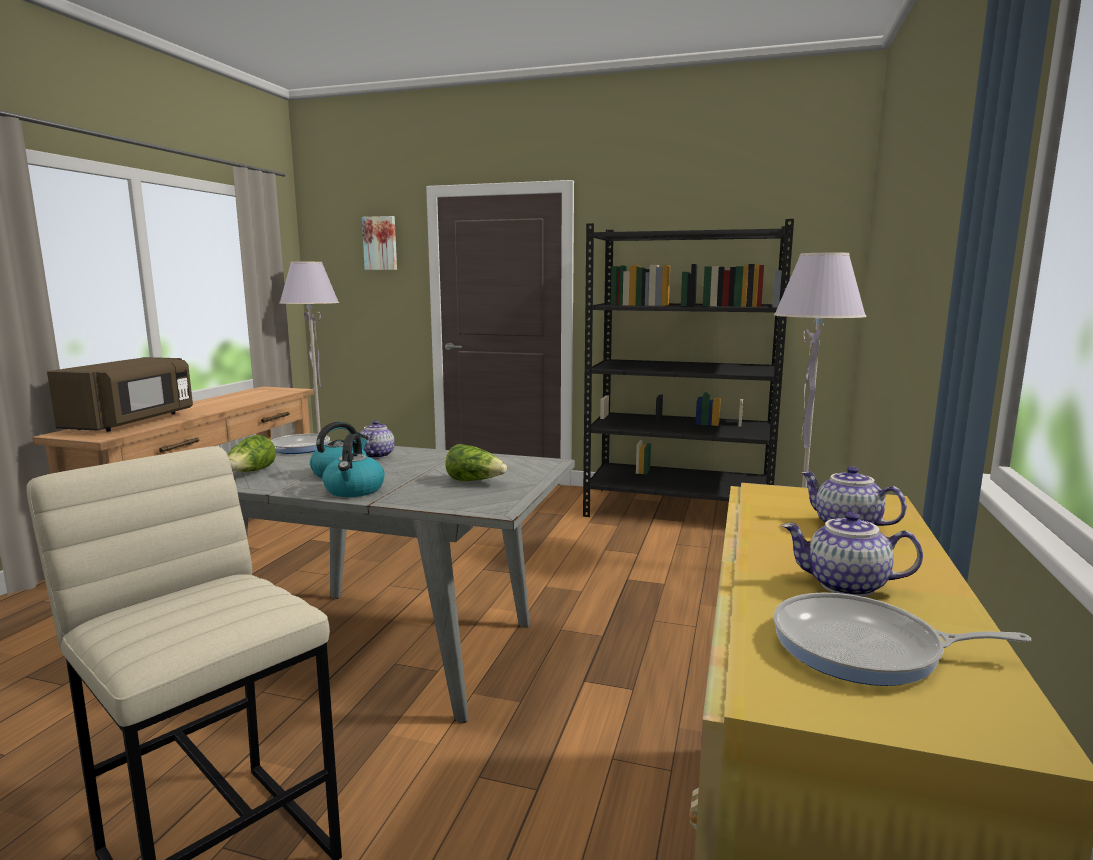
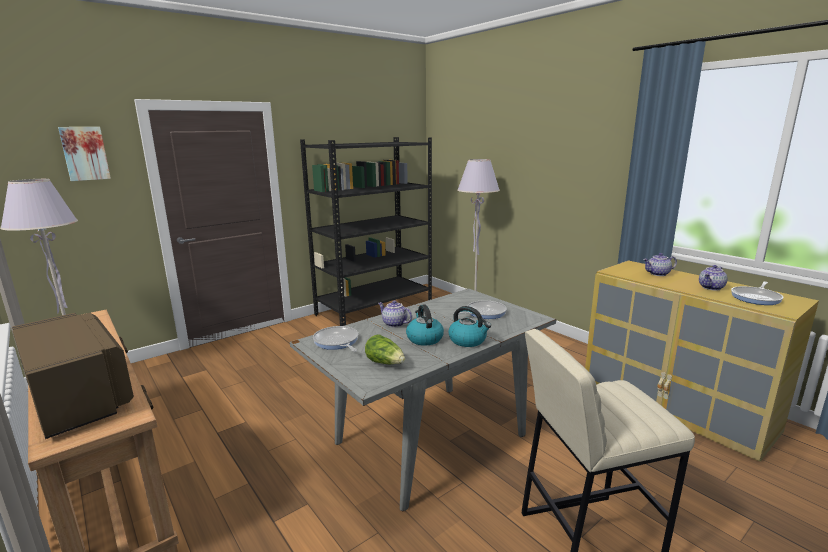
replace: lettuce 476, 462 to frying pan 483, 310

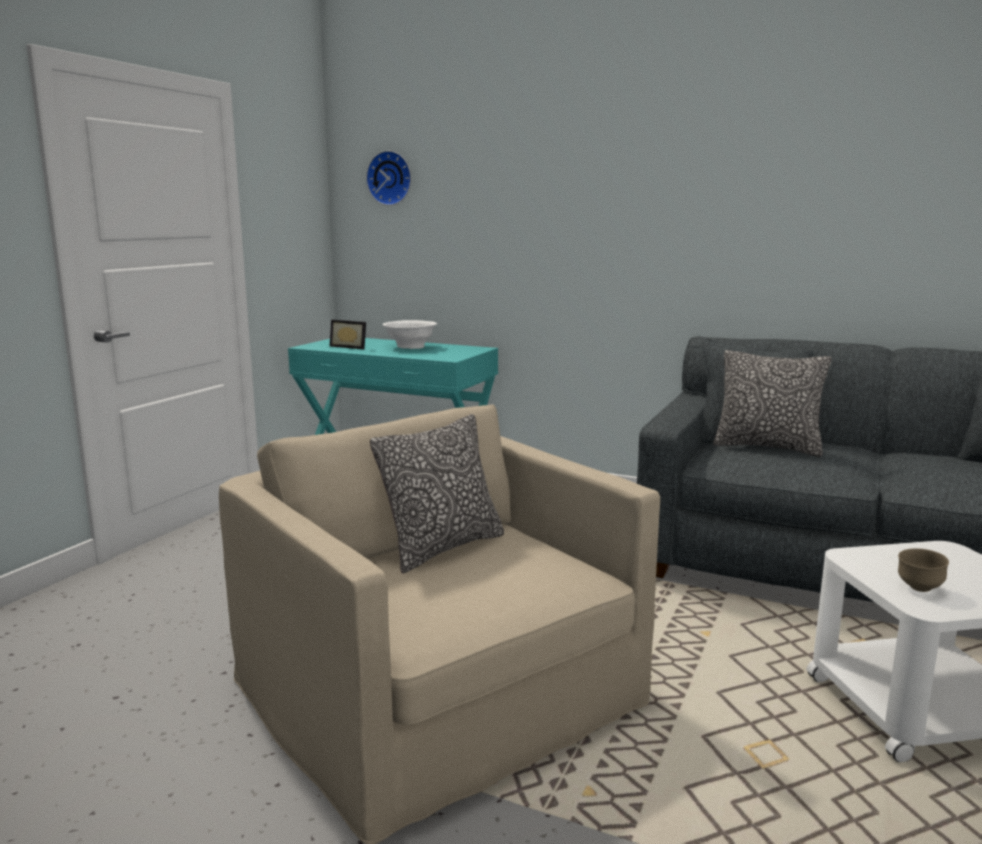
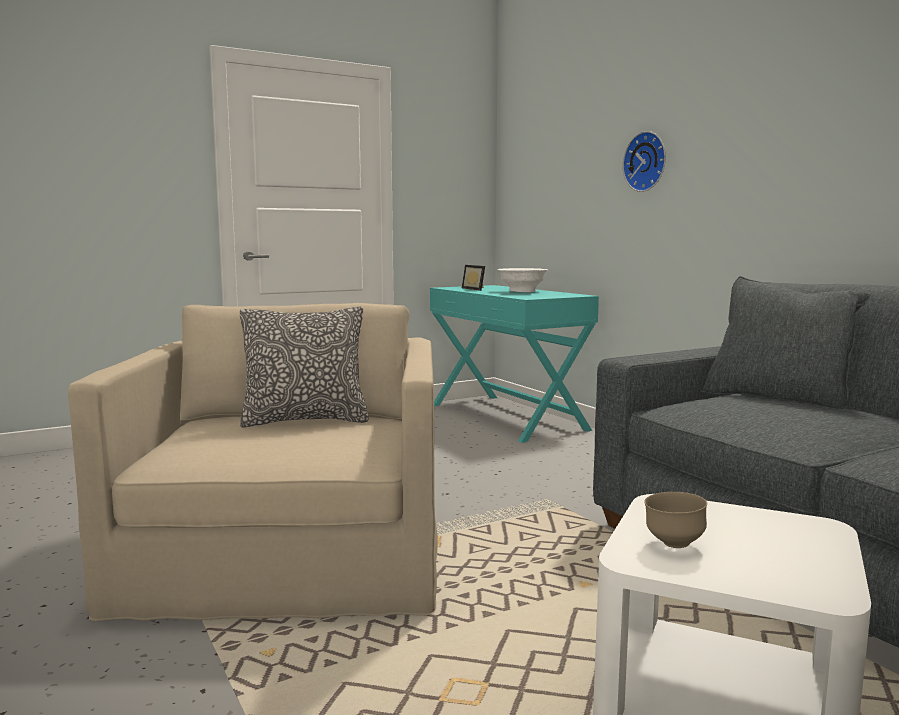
delete: pillow 772, 403
move: wall clock 388, 178 to 644, 161

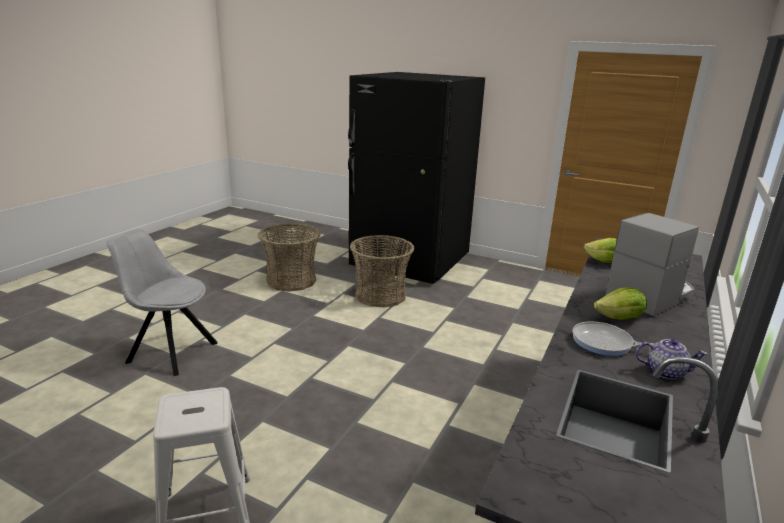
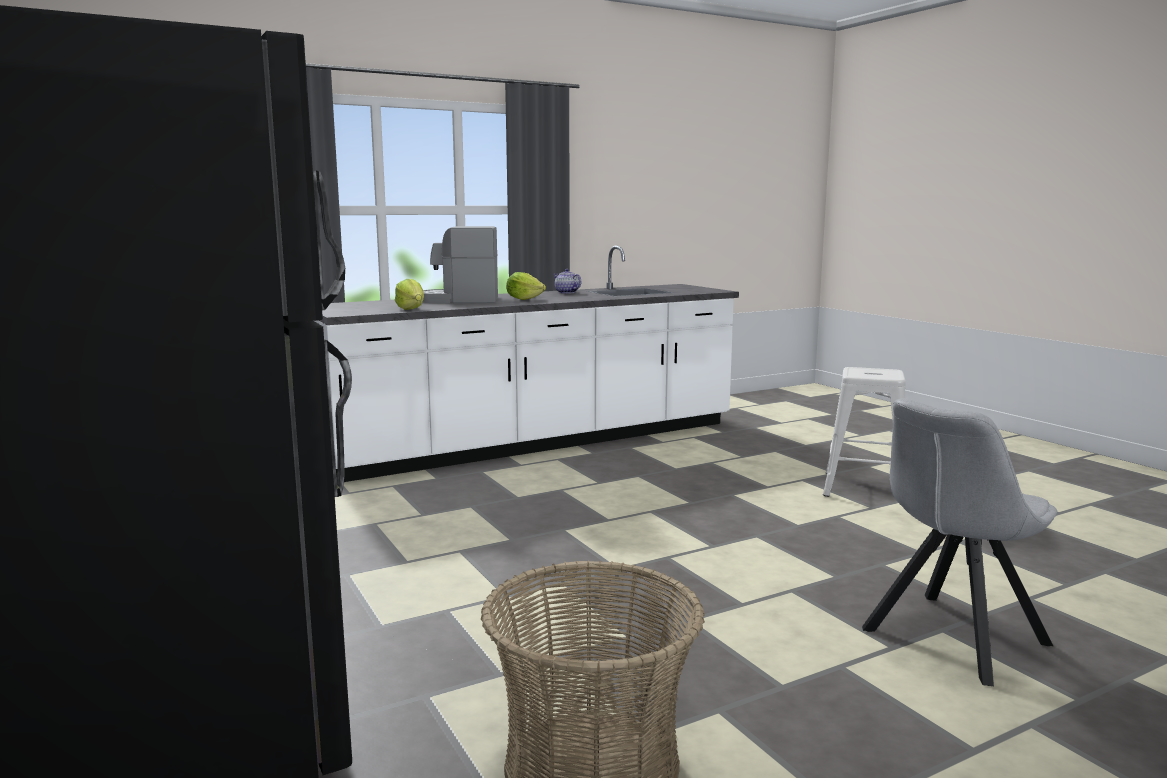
delete: basket 382, 271; frying pan 613, 338
rotate: grey chair 162, 302 = 959, 542 90 degrees clockwise

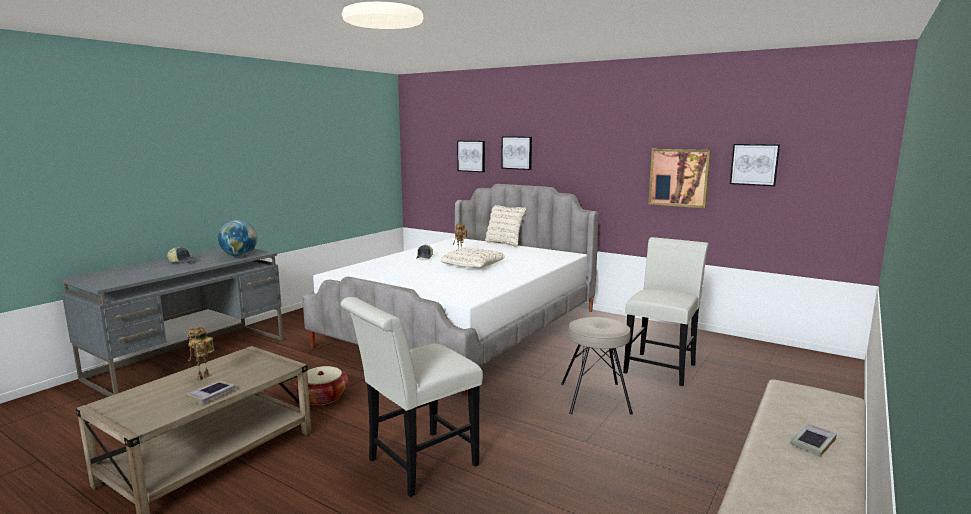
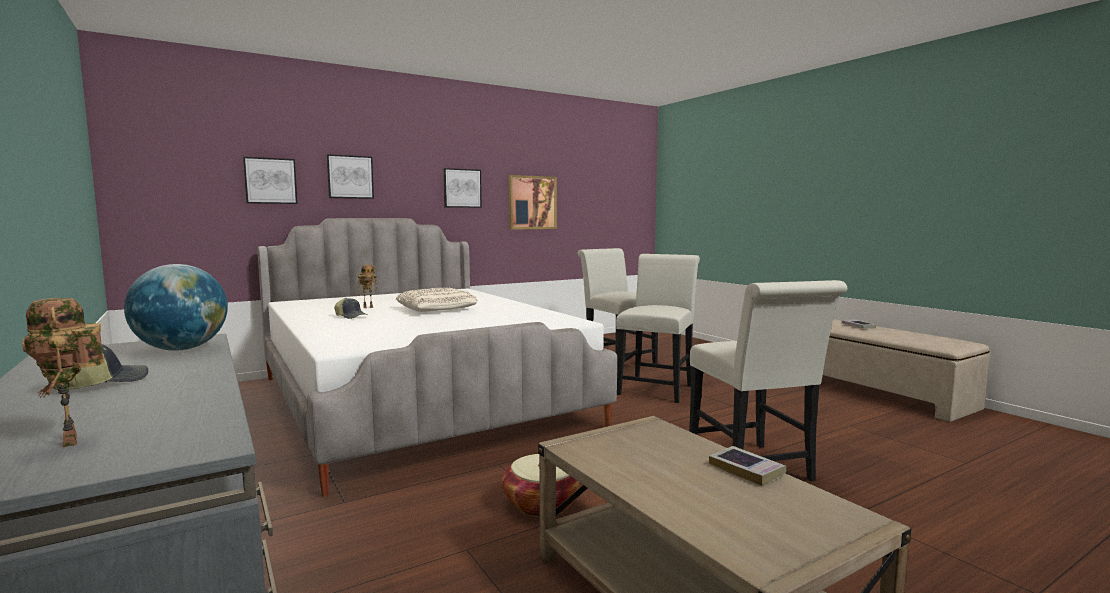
delete: beige pillow 505, 226
move: toy robot 200, 353 to 63, 372; picture 755, 165 to 462, 188
replace: beige stool 597, 366 to white chair 658, 328

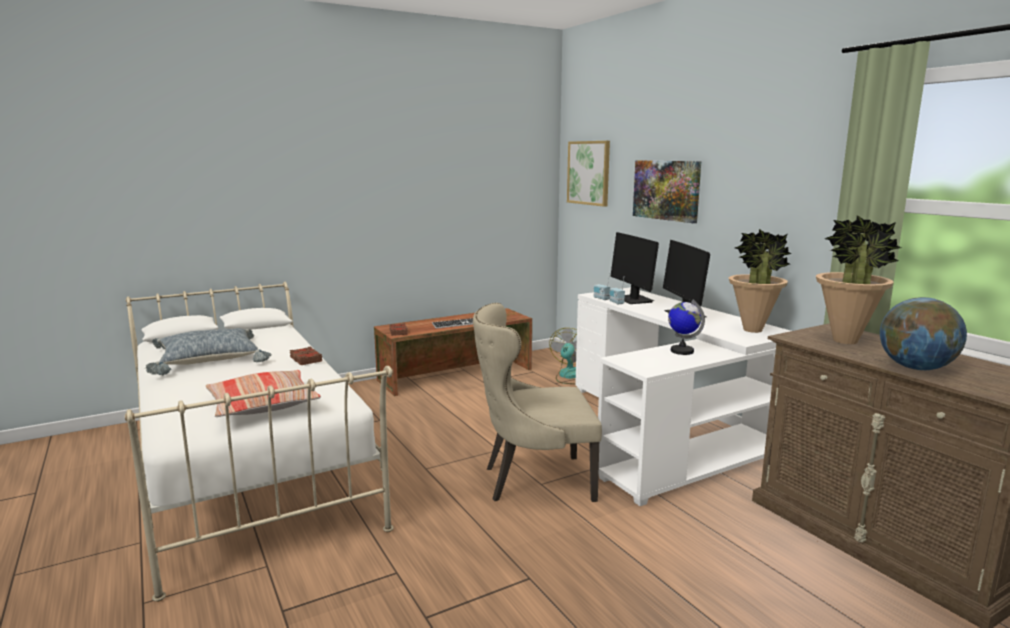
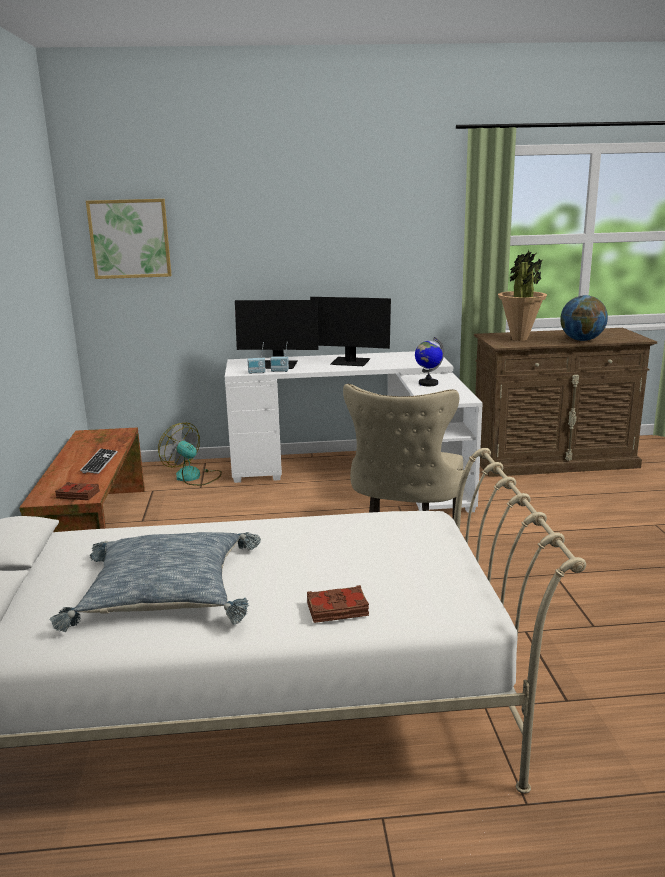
delete: pillow 263, 393; picture 667, 191; potted plant 760, 281
move: brown book 306, 355 to 338, 604

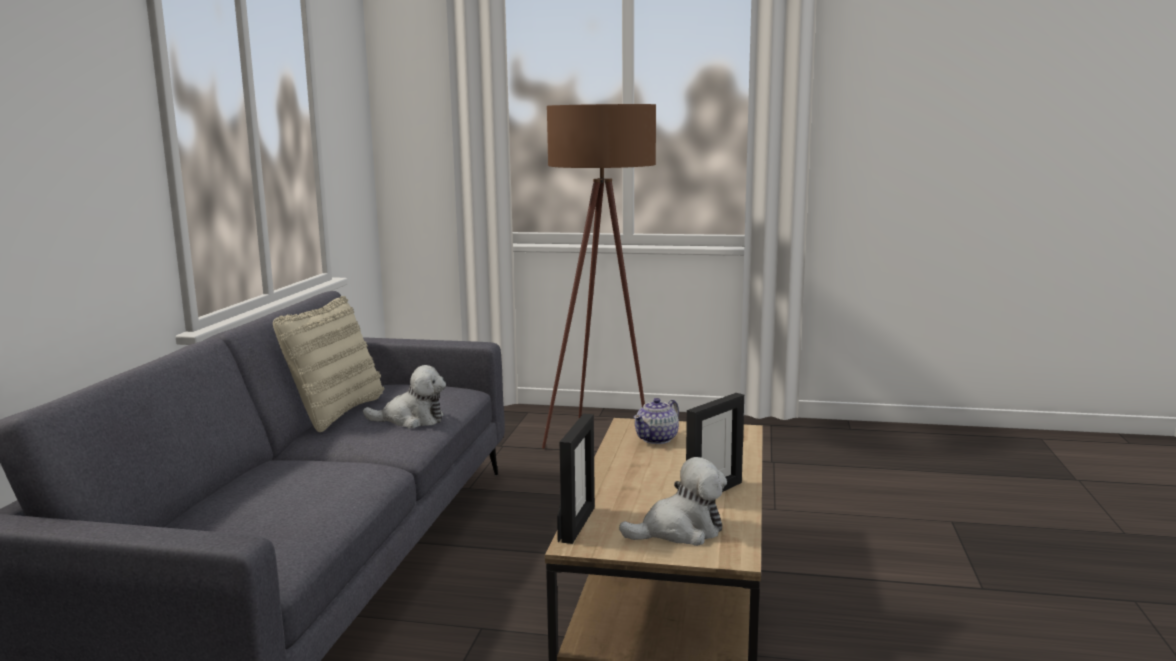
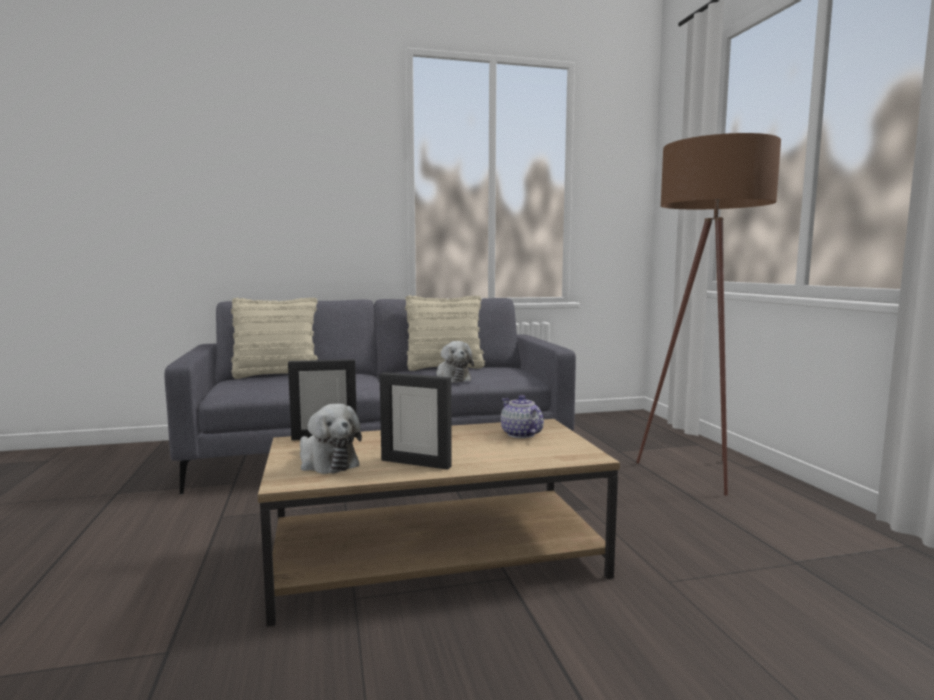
insert: beige pillow 274, 338
rotate: teapot 656, 421 = 522, 416 45 degrees clockwise

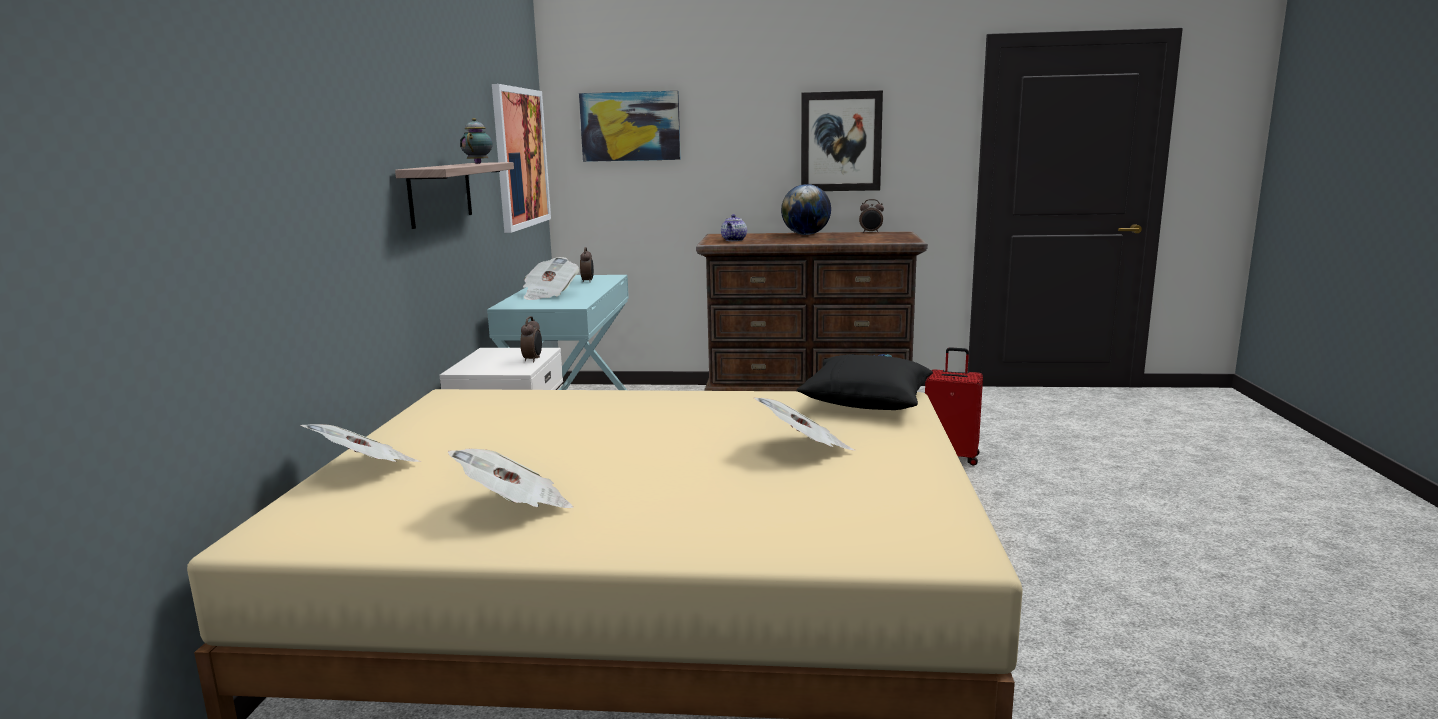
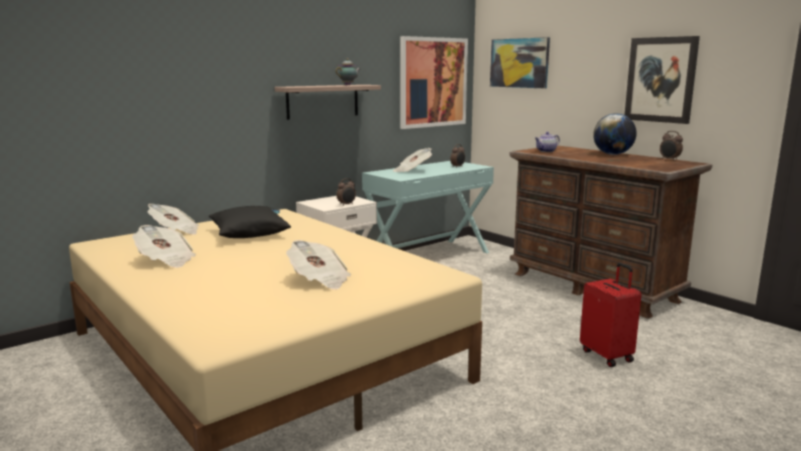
move: black pillow 865, 382 to 250, 222

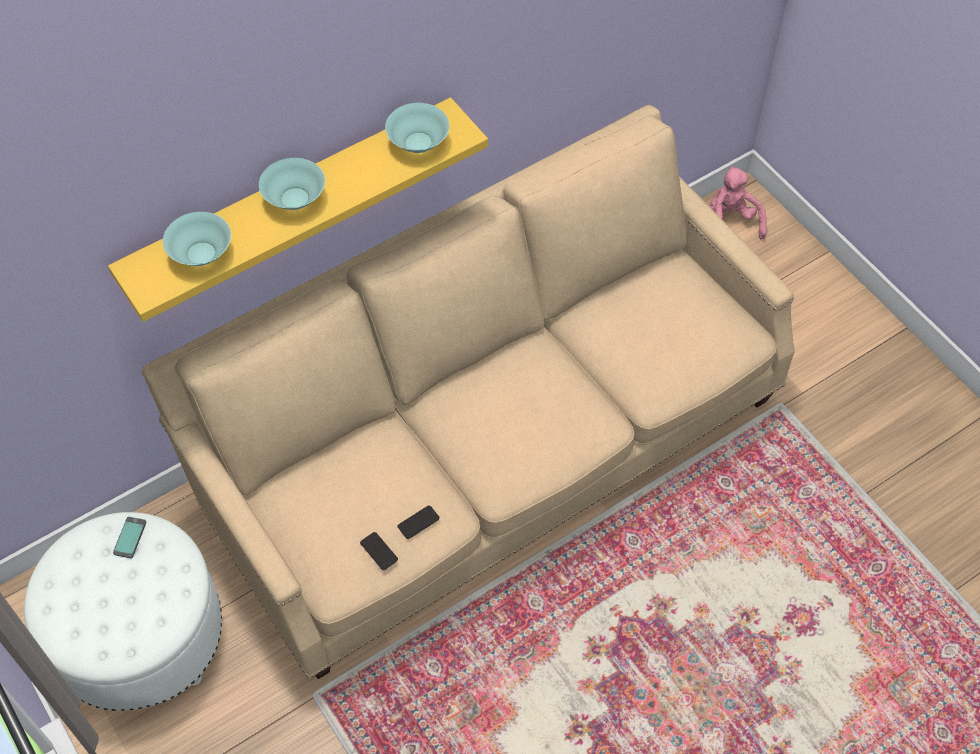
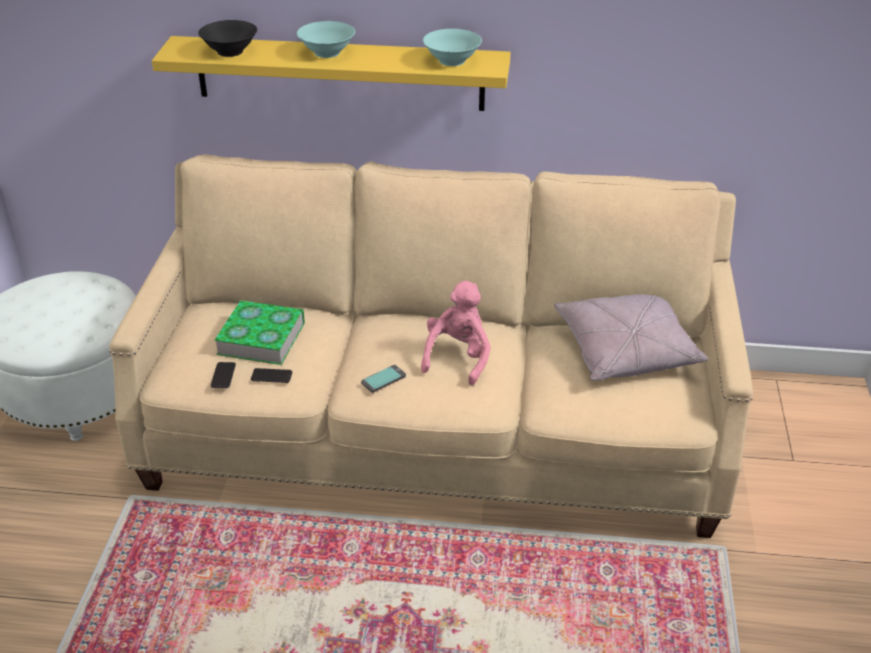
insert: book 259, 332; purple pillow 631, 337
move: phone 129, 537 to 383, 379; pink plush toy 737, 202 to 456, 333
recolor: turquoise bowl 197, 239 to black bowl 227, 38

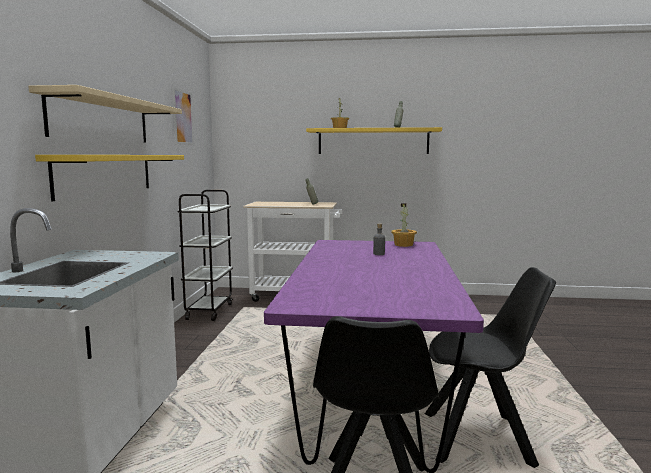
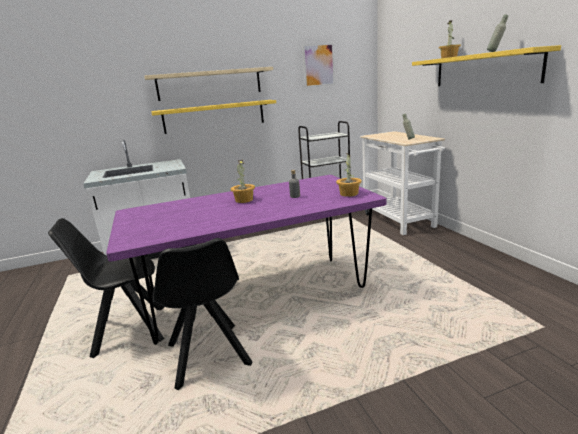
insert: potted plant 243, 181

